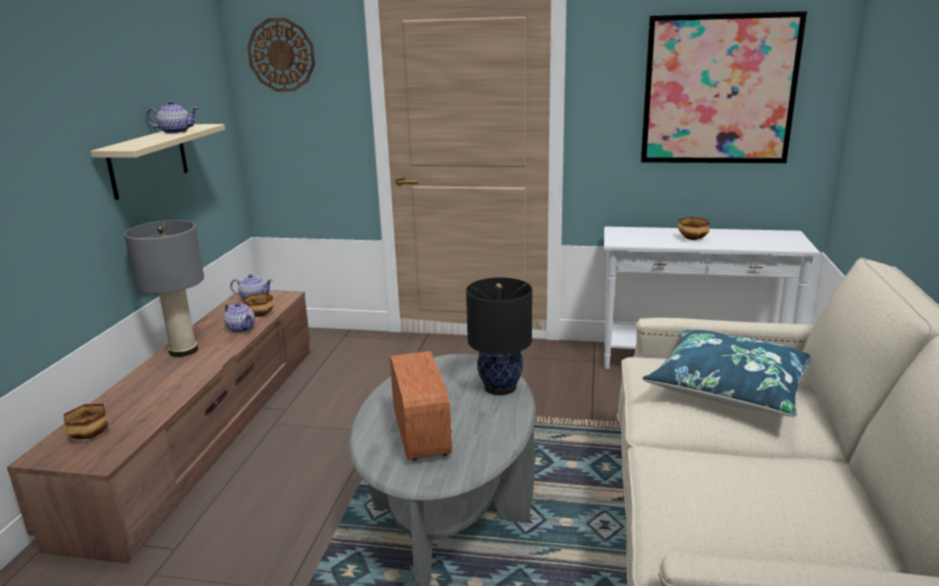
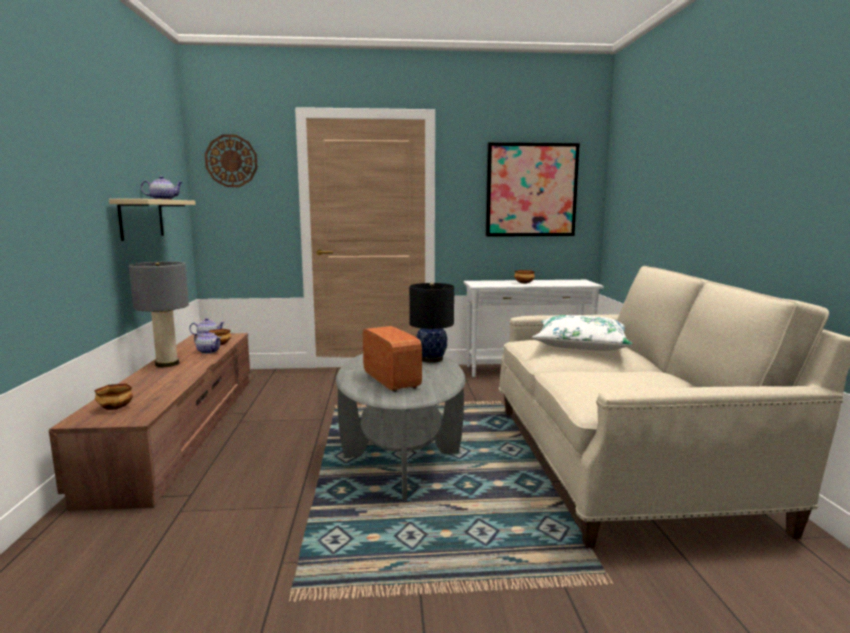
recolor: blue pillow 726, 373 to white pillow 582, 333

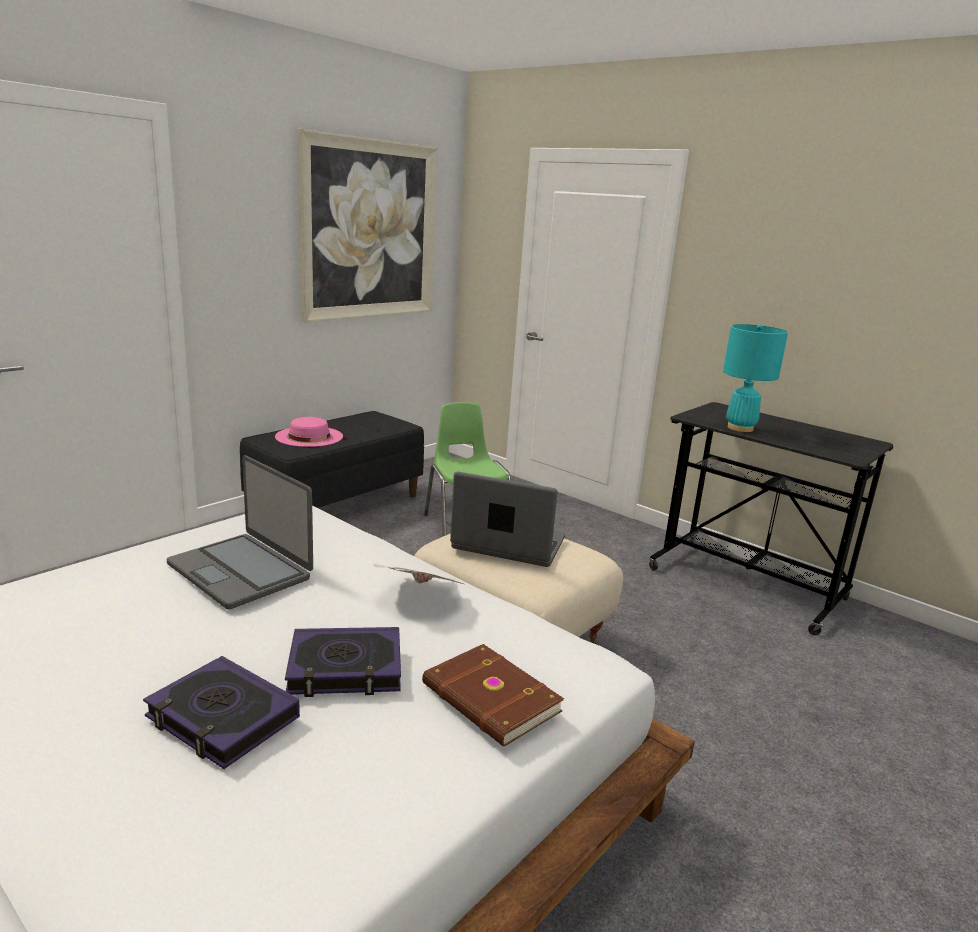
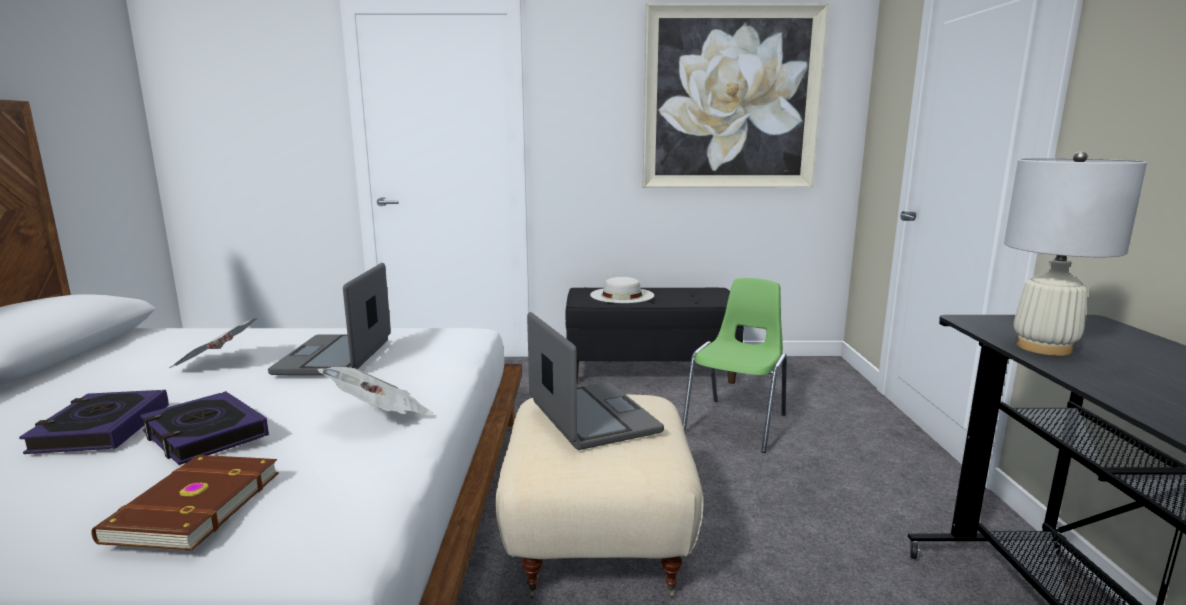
insert: newspaper 213, 343
recolor: pink hat 309, 432 to white hat 622, 290; turquoise table lamp 755, 378 to white table lamp 1075, 253

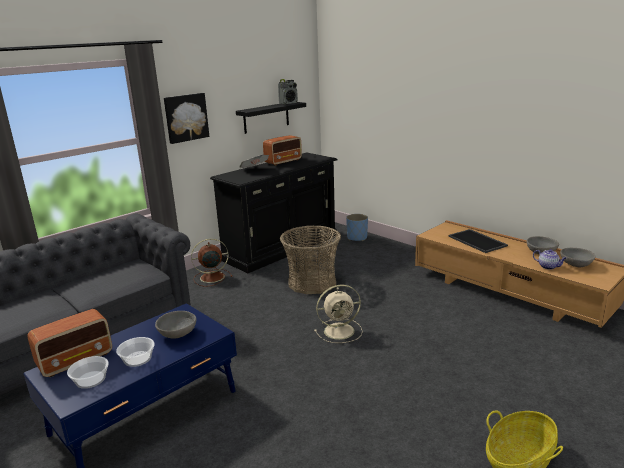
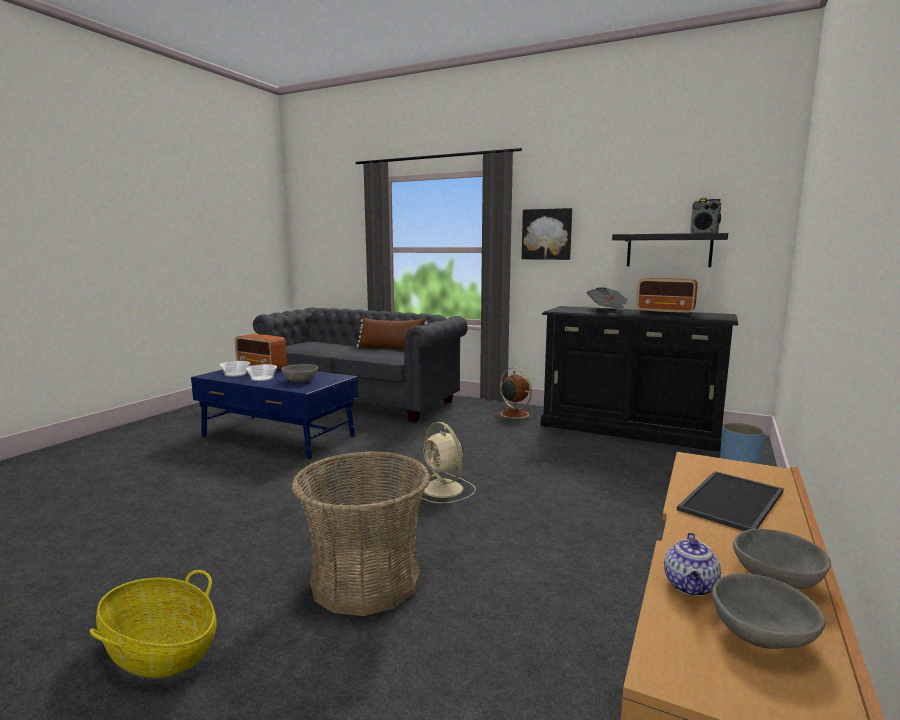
insert: brown pillow 392, 333
move: basket 310, 259 to 360, 533

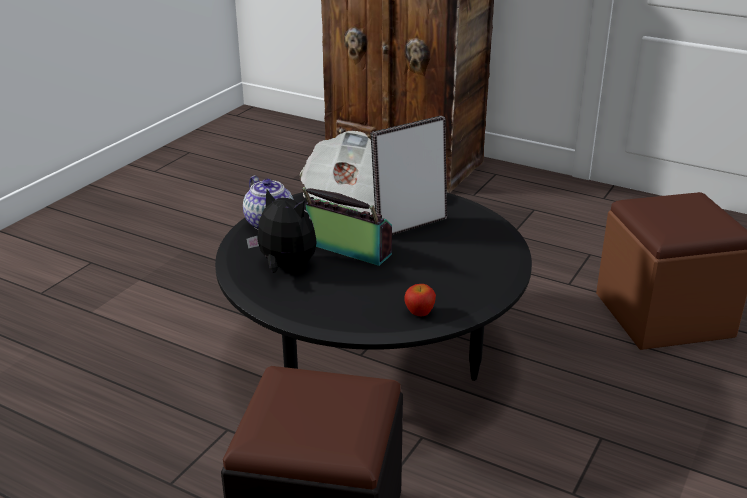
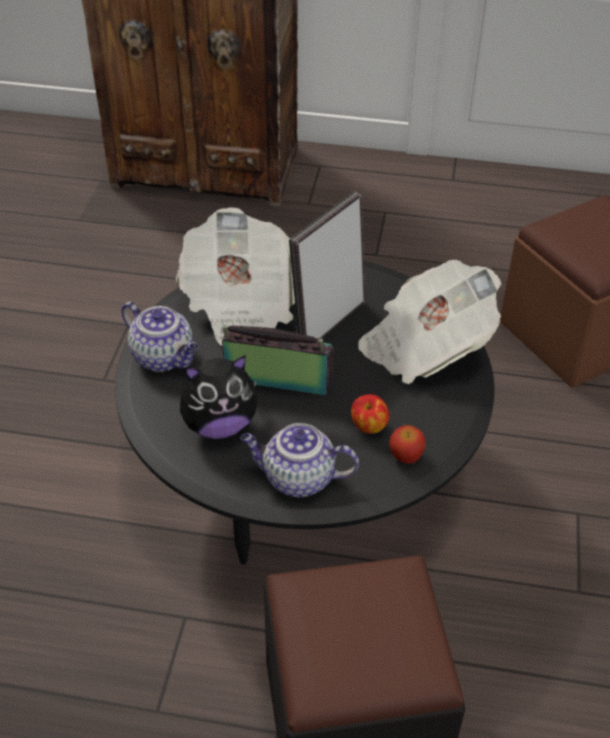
insert: teapot 299, 460; apple 370, 414; newspaper 430, 321
rotate: plush toy 281, 231 = 218, 397 150 degrees clockwise

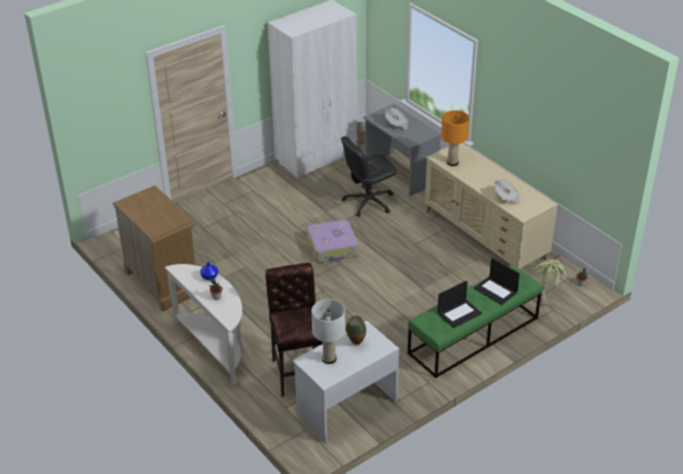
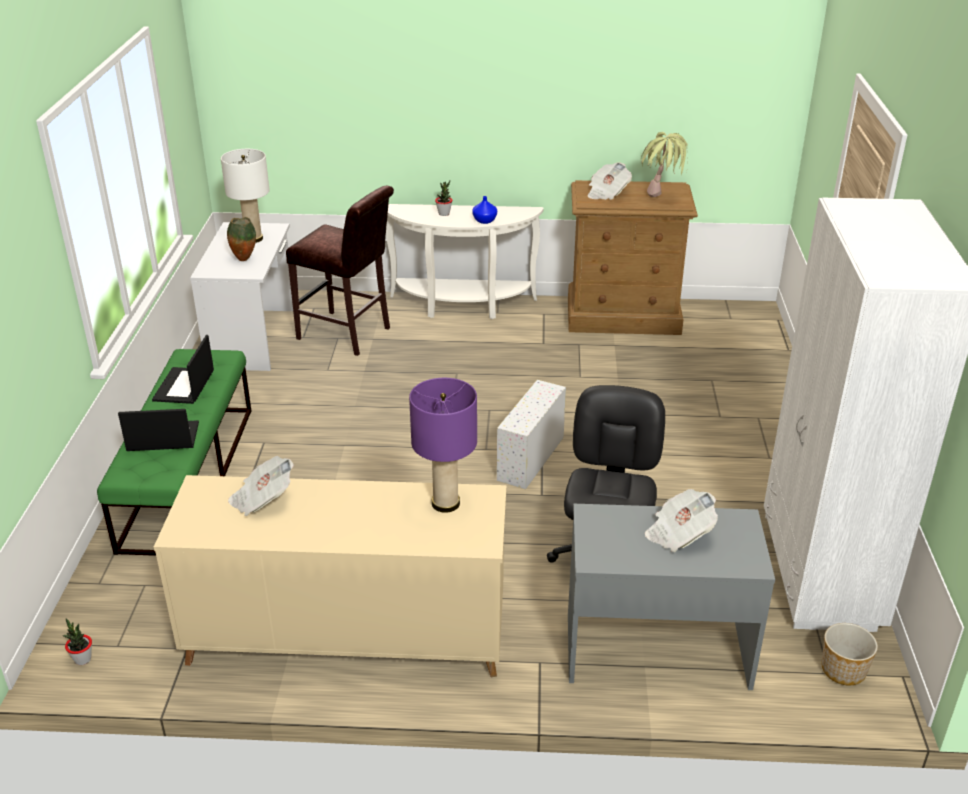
insert: newspaper 610, 181
move: potted plant 549, 282 to 664, 164
replace: suitcase 332, 241 to white storage box 531, 434
recolor: orange table lamp 455, 138 to purple table lamp 443, 445

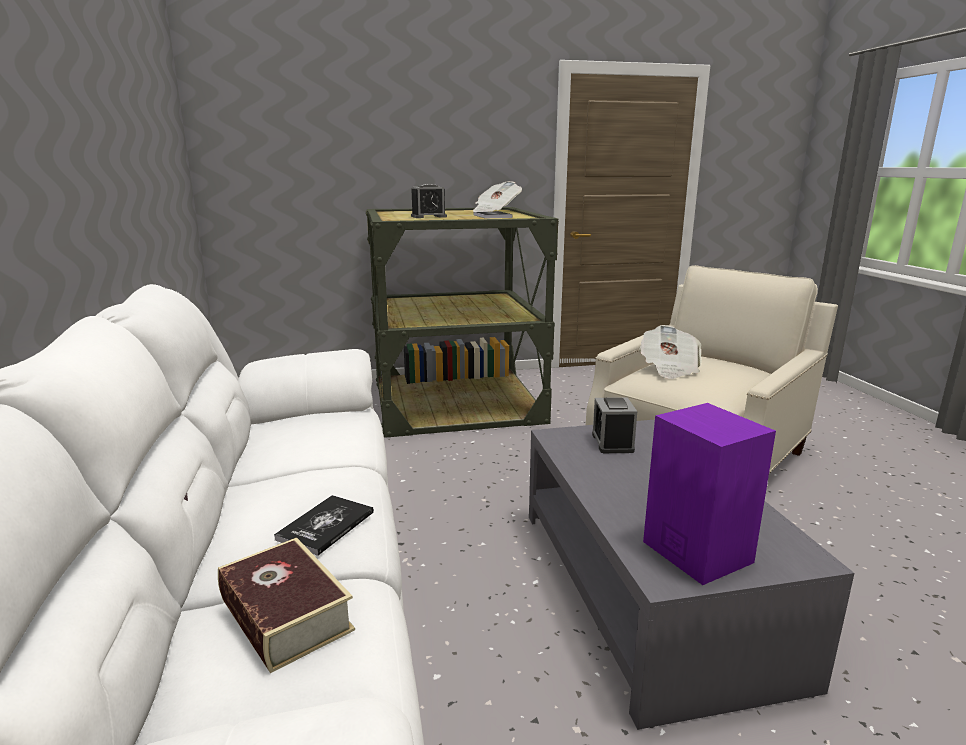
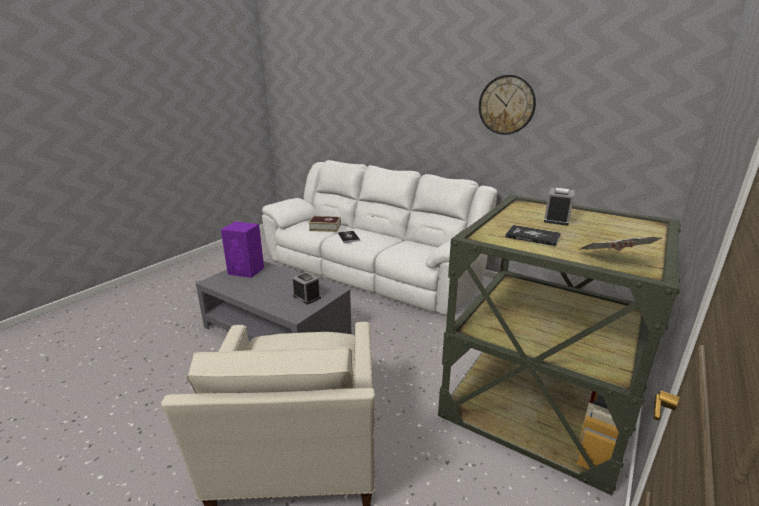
delete: newspaper 670, 352
insert: wall clock 507, 105

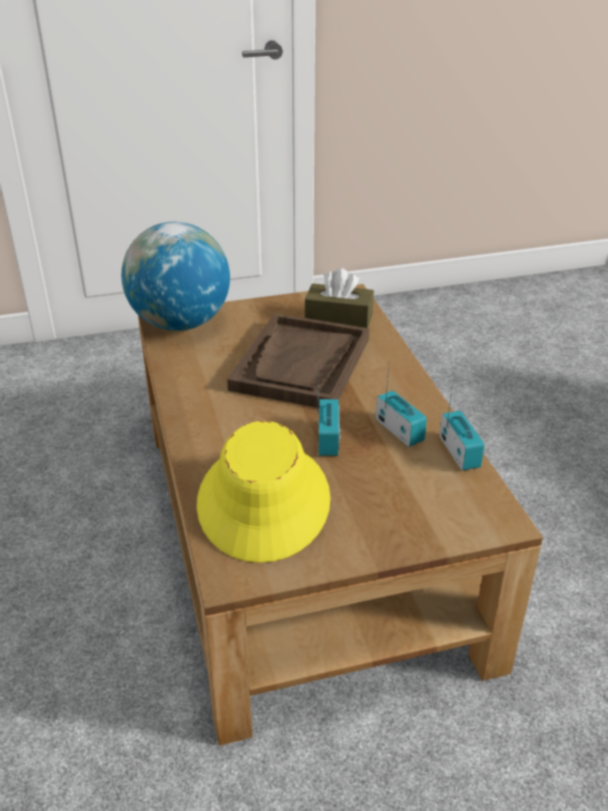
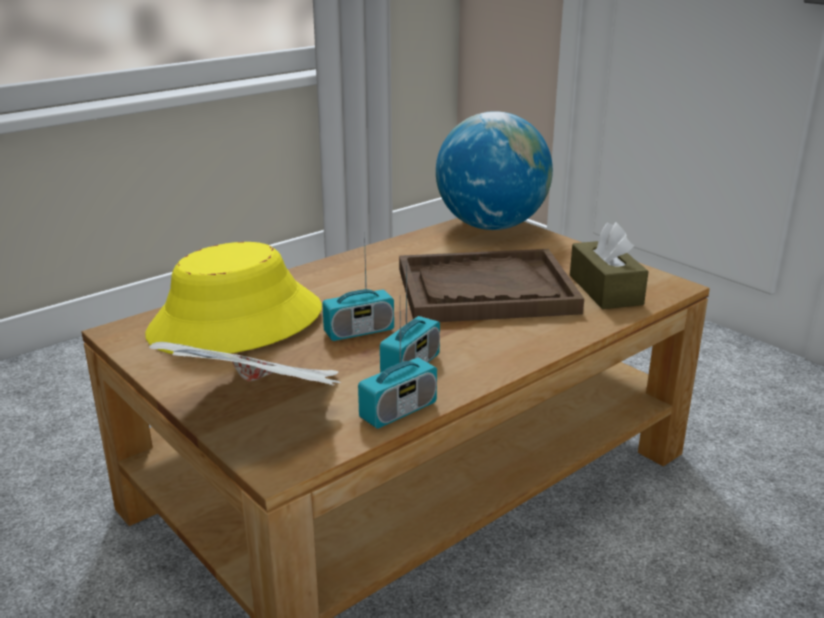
insert: newspaper 245, 364

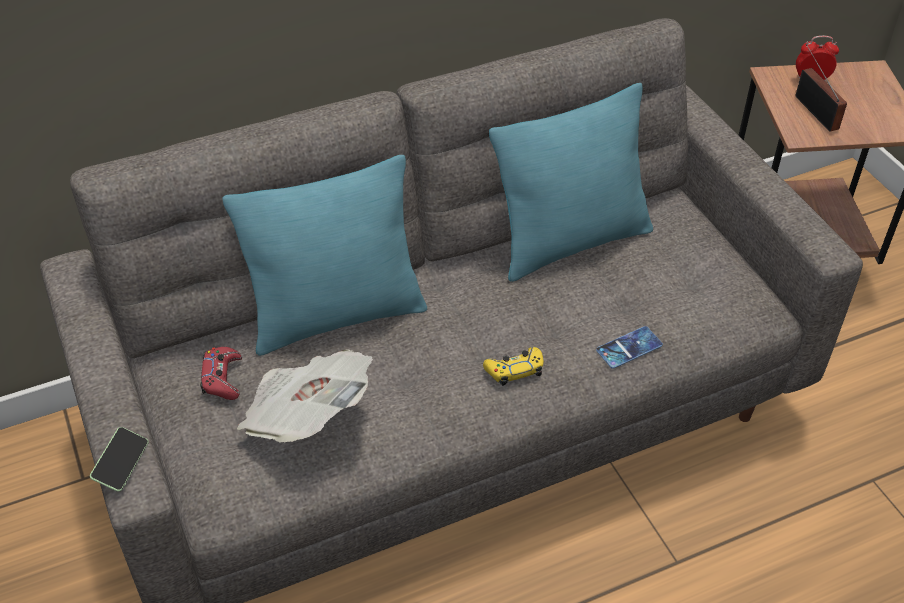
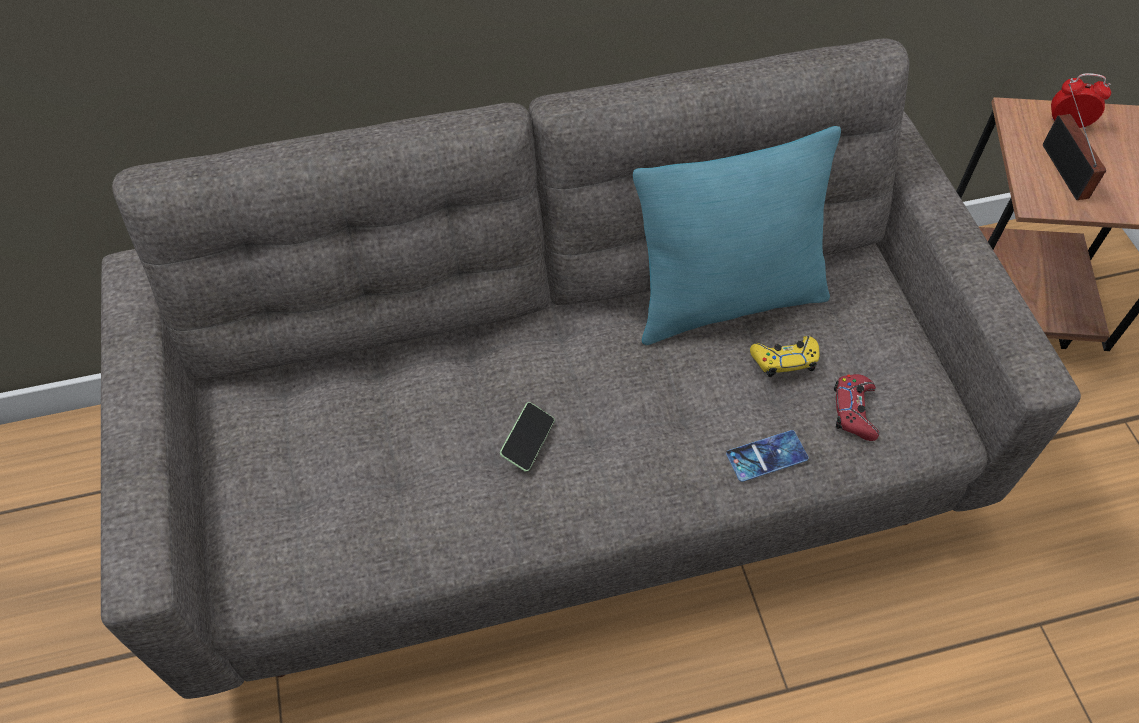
delete: turquoise pillow 324, 255; newspaper 305, 395
move: phone 119, 459 to 527, 437; red game controller 221, 373 to 856, 407; yellow game controller 513, 366 to 784, 356

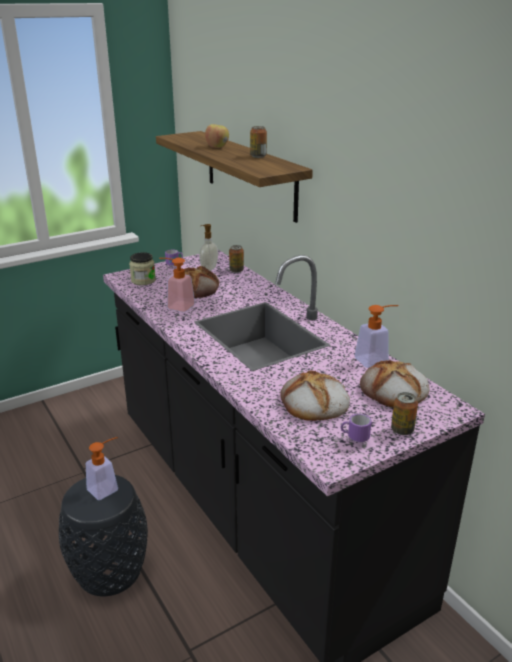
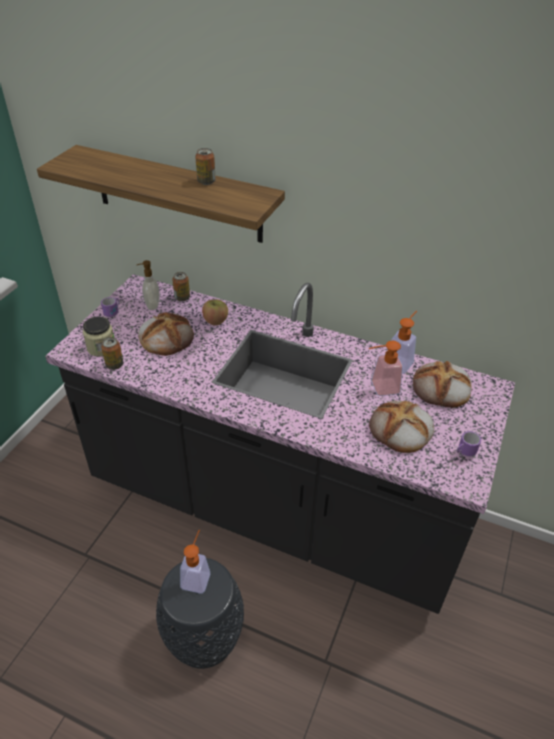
move: soap dispenser 177, 285 to 386, 368; apple 217, 136 to 215, 312; can 404, 413 to 112, 353

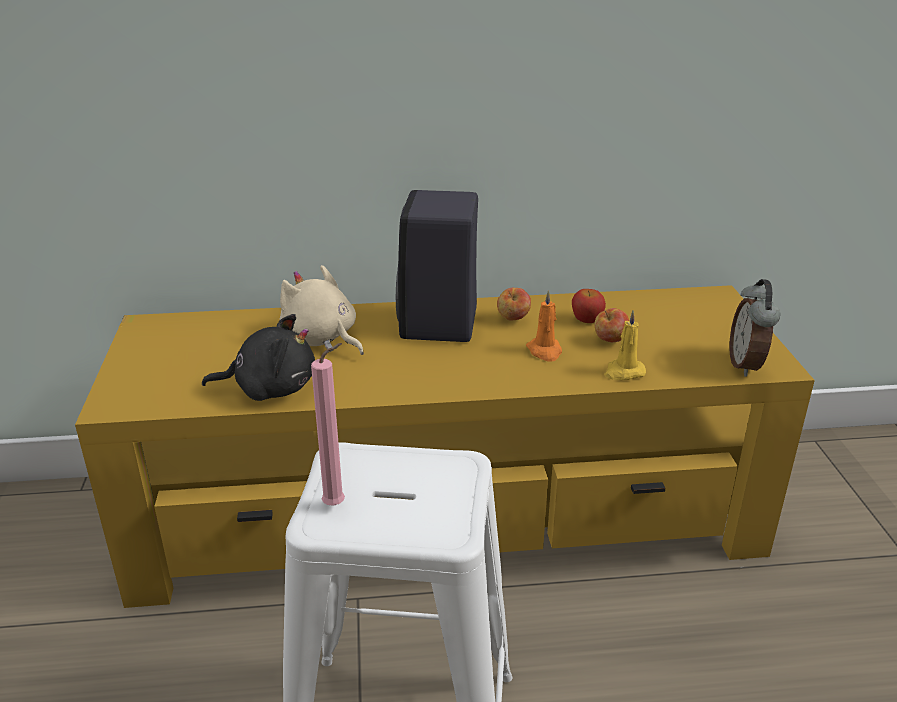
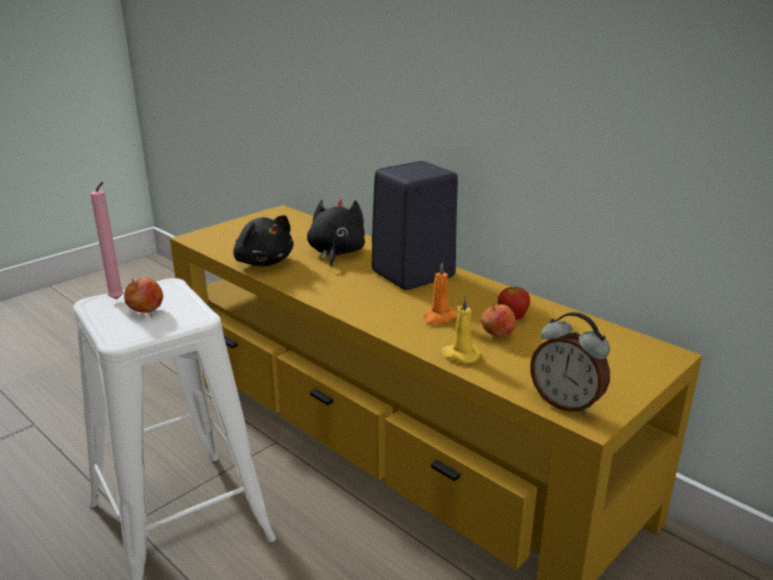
move: apple 514, 304 to 143, 295
recolor: beige plush toy 322, 310 to black plush toy 336, 233
rotate: alarm clock 754, 328 = 570, 363 105 degrees counterclockwise

